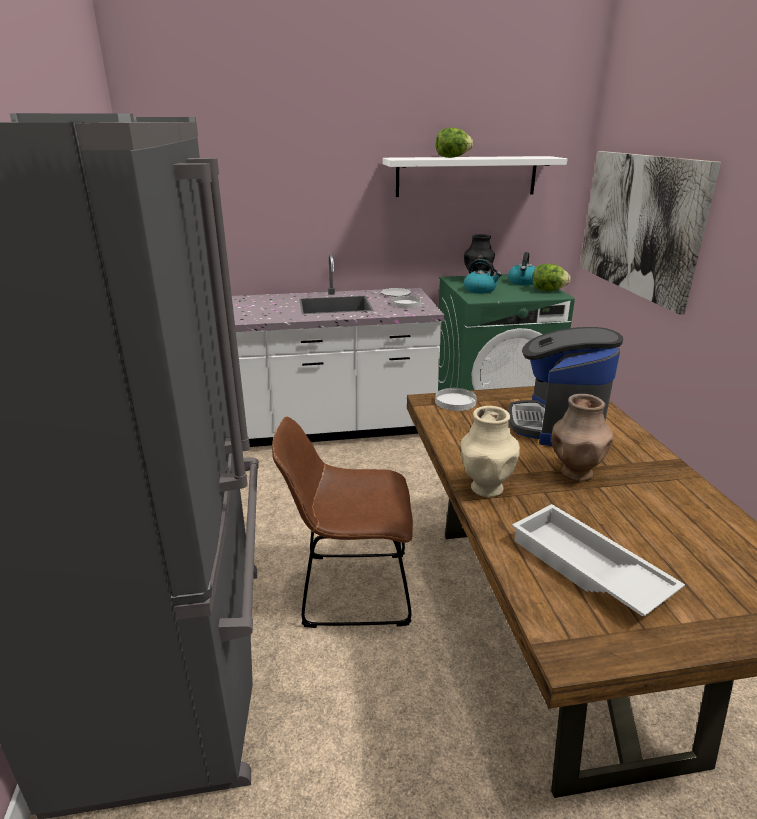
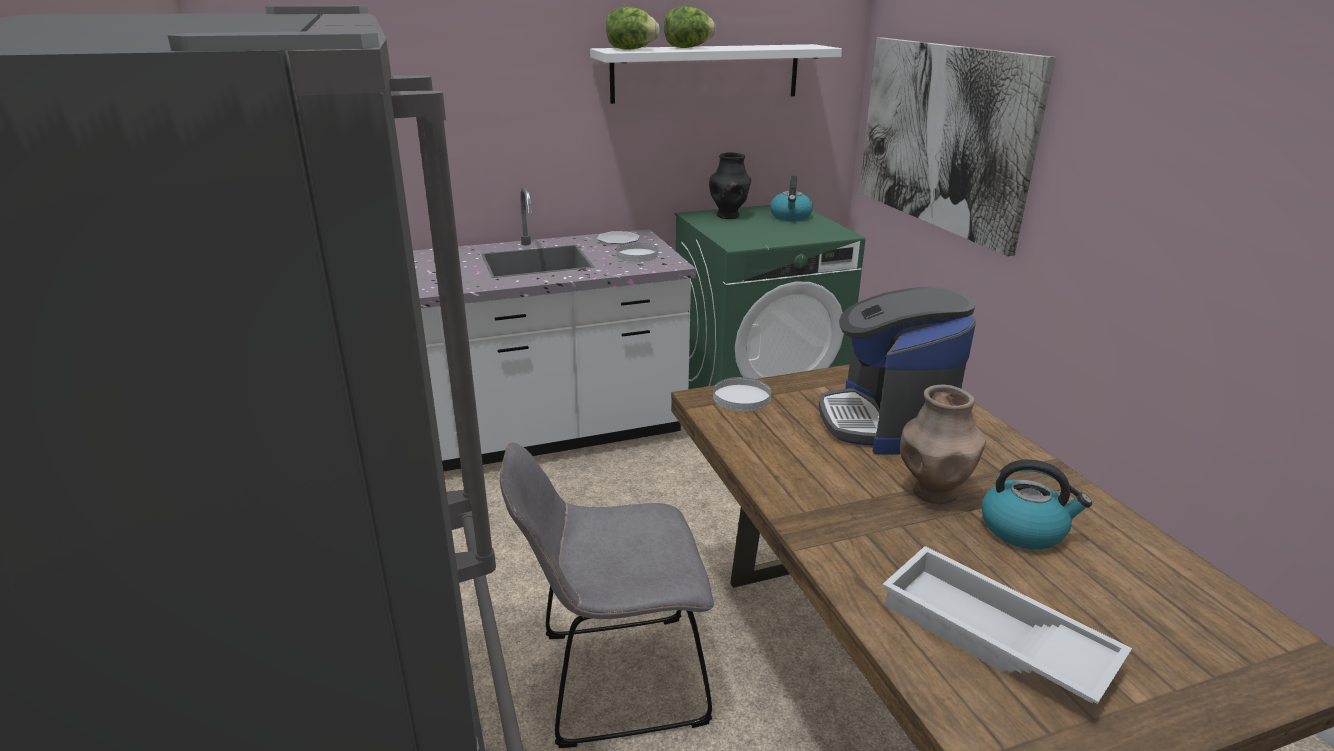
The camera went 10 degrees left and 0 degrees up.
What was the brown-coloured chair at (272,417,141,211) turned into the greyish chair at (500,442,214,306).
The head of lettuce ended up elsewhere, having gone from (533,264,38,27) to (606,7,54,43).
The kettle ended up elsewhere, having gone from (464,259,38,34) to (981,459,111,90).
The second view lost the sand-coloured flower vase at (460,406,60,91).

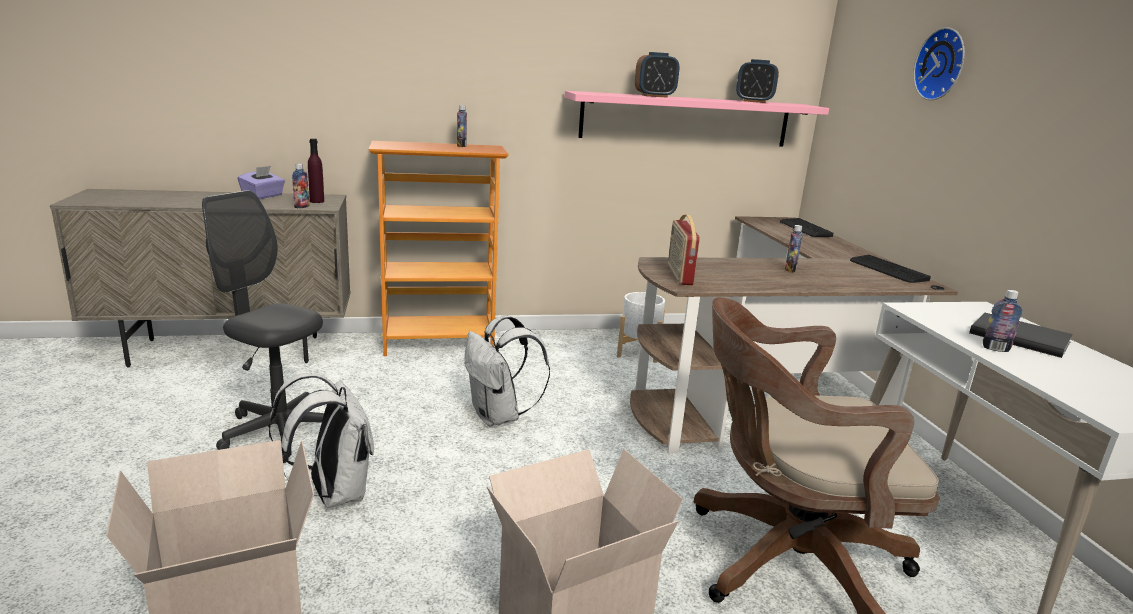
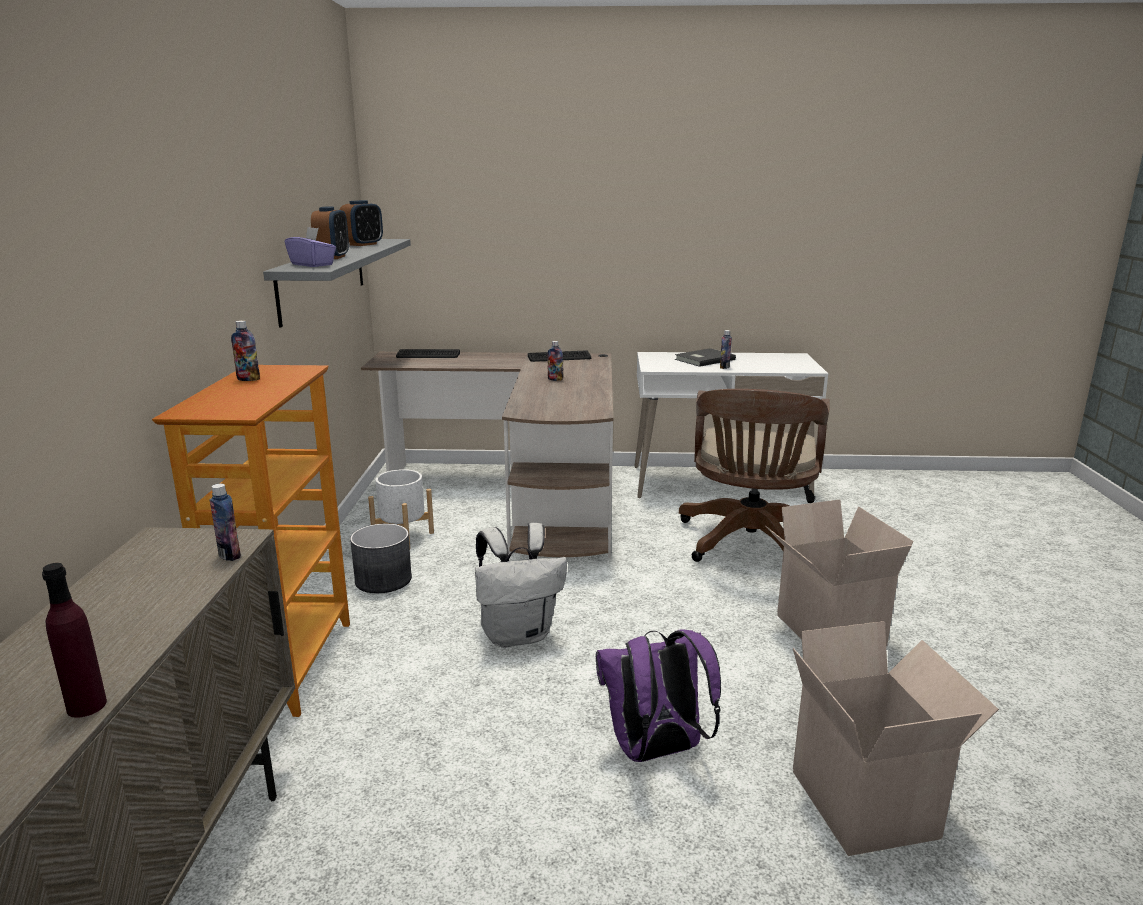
The camera went 75 degrees left and 0 degrees up.
The purple drink bottle ended up elsewhere, having gone from (308,138,16,65) to (42,563,65,155).
What was the pinkish bracket shelf at (565,91,264,56) turned into the greyish bracket shelf at (263,239,148,89).
The purple box of tissues ended up elsewhere, having gone from (238,166,47,33) to (285,227,51,40).
The second view gained the greyish flower pot at (350,524,62,69).
What was the white backpack at (268,373,106,135) turned into the purple backpack at (596,629,125,133).
The second view lost the greyish desk chair at (202,190,122,273).
The second view lost the radio set at (668,215,32,70).
The second view lost the hanging clock at (913,27,52,73).

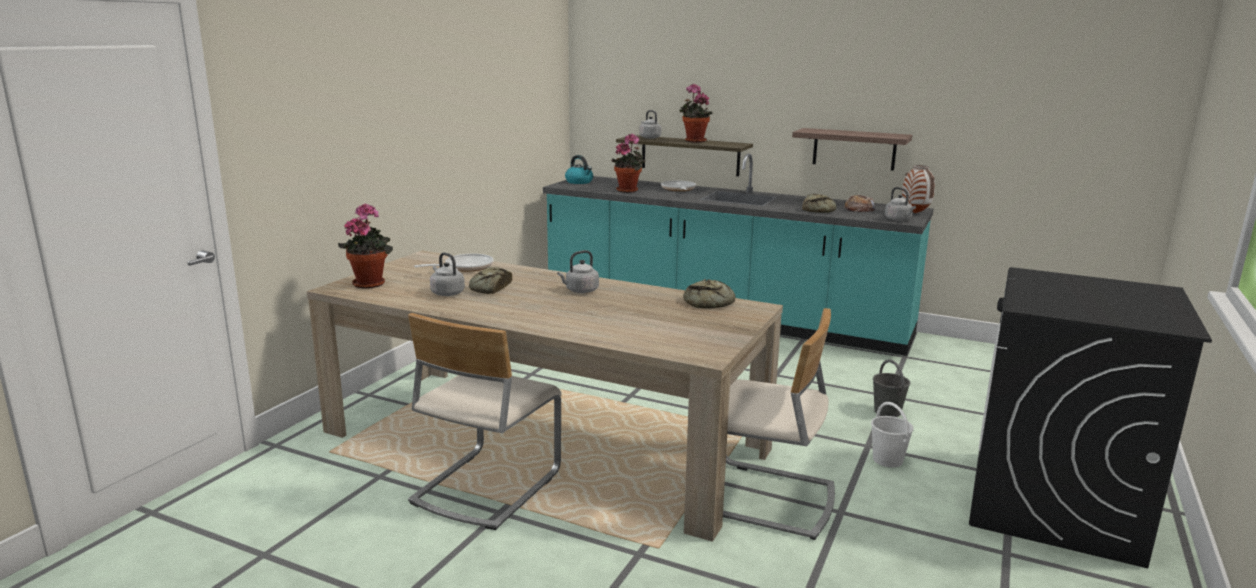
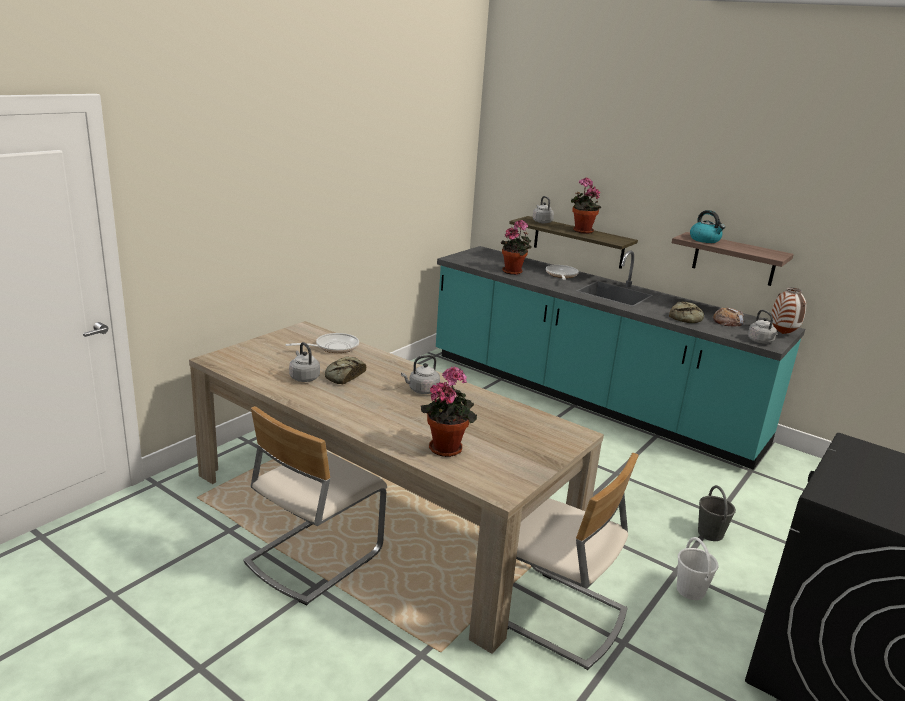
The camera went 10 degrees right and 5 degrees up.
The potted plant ended up elsewhere, having gone from (338,203,55,86) to (421,367,56,90).
The kettle ended up elsewhere, having gone from (565,155,28,29) to (690,210,35,33).
The second view lost the bread at (683,279,52,30).

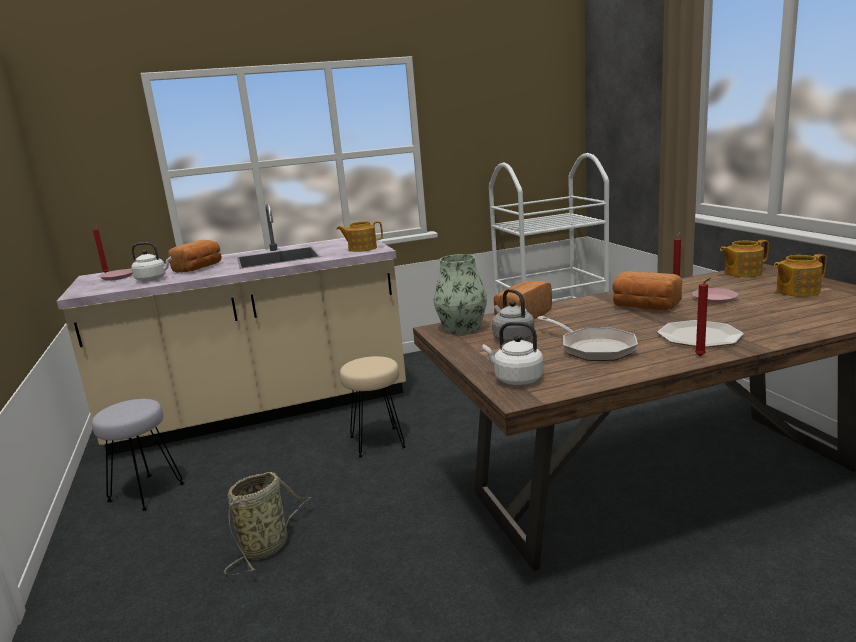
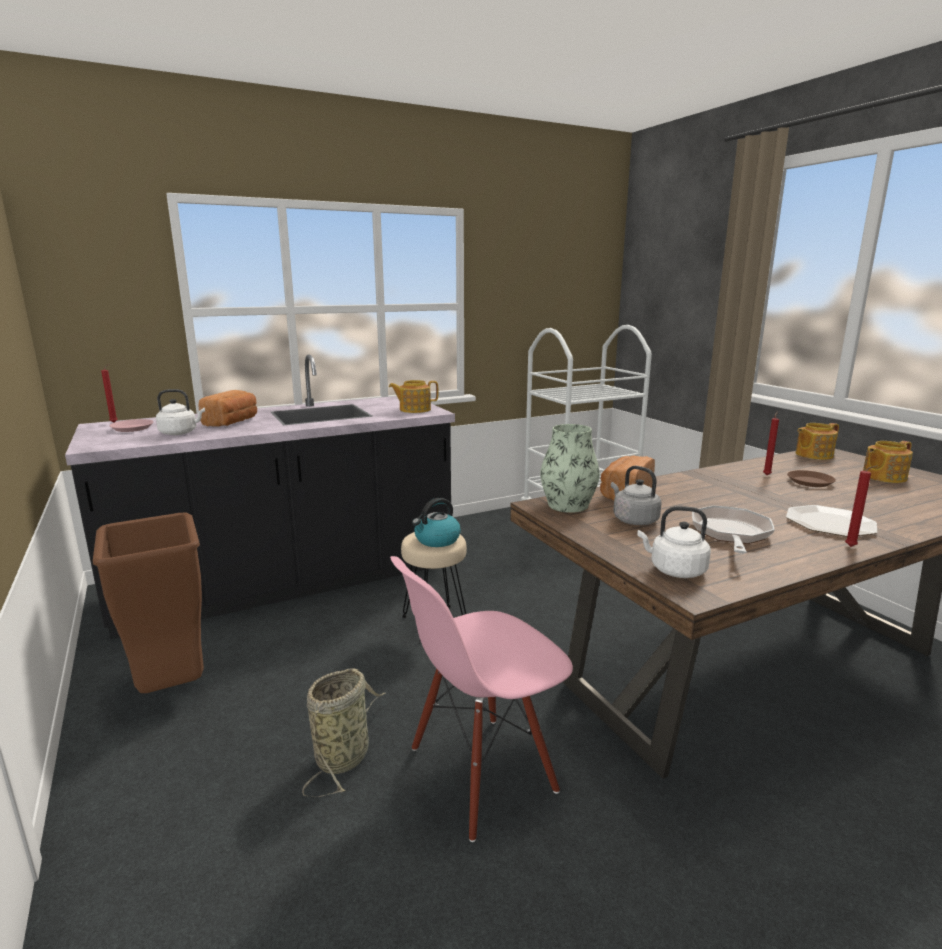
The camera went 10 degrees left and 0 degrees up.
What was the sand-coloured counter at (57,204,349,252) turned into the blackish counter at (65,355,390,284).
Where the greyish stool stood at (92,399,92,112), the brown-coloured waste bin came to stand at (93,512,111,181).
The second view gained the pinkish chair at (390,556,183,286).
The second view gained the kettle at (412,498,49,49).
The frying pan at (537,316,101,45) ended up facing another way, 120 degrees counterclockwise from before.
What was the pinkish flat dish at (692,288,46,16) turned into the brown-coloured flat dish at (787,470,49,17).
The second view lost the bread at (613,271,69,39).

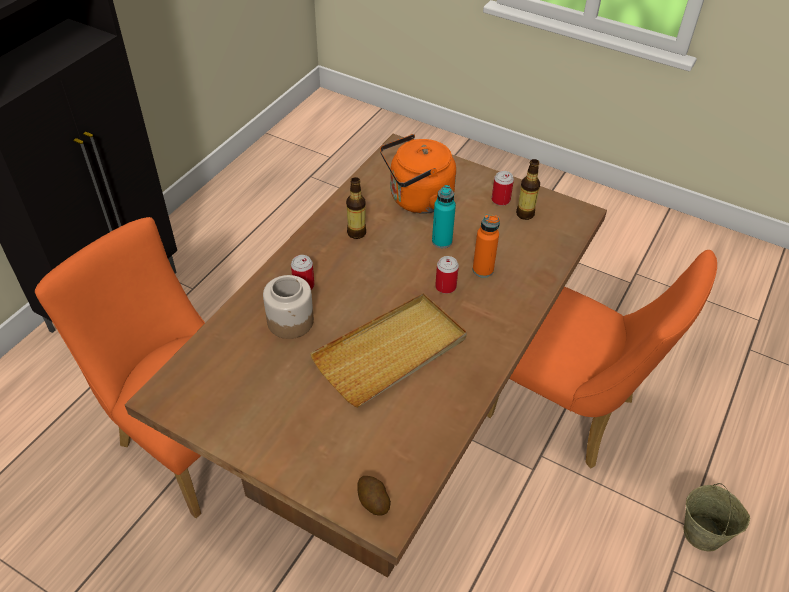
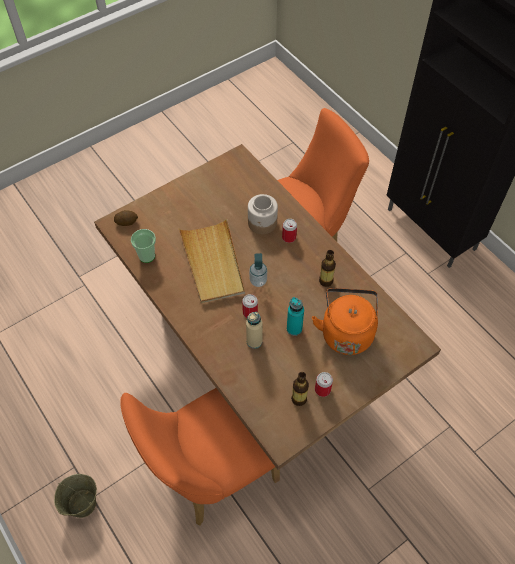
The camera went 115 degrees right and 10 degrees up.
The second view gained the cup at (131,229,25,34).
What was the orange drink bottle at (473,214,27,64) turned into the sand-coloured drink bottle at (246,312,17,37).
The second view gained the soap dispenser at (249,253,18,34).

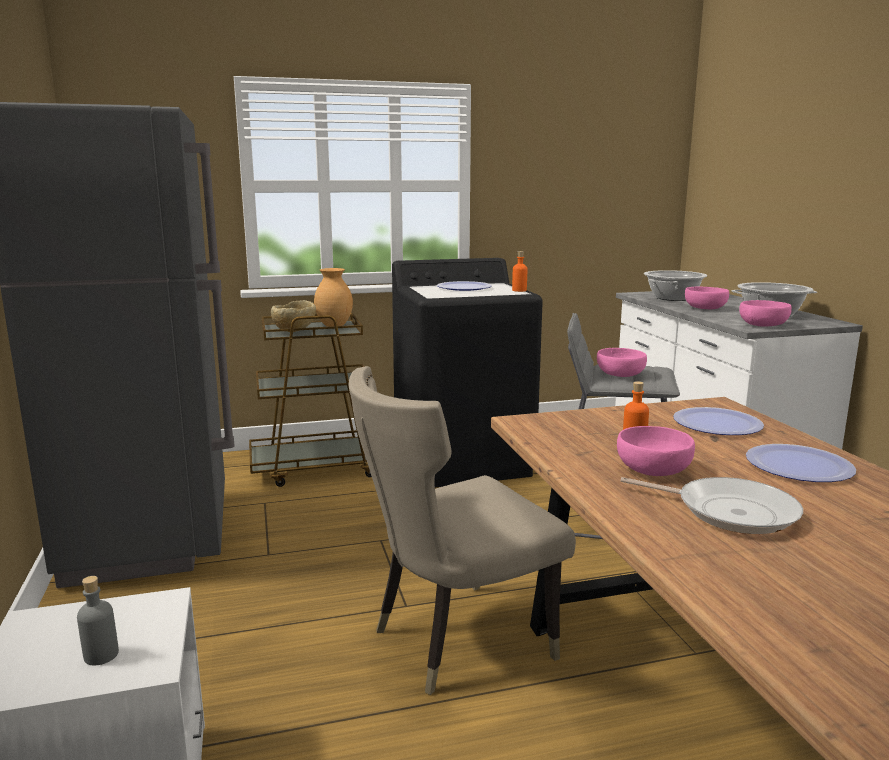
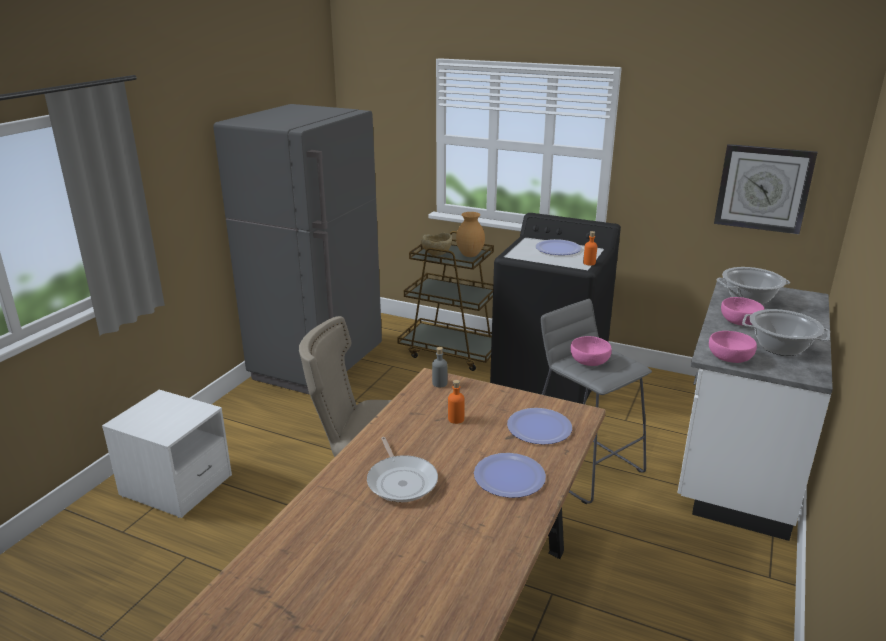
The camera went 40 degrees right and 10 degrees up.
The greyish drink bottle ended up elsewhere, having gone from (77,576,42,89) to (432,347,15,40).
The second view gained the hanging clock at (714,144,104,90).
The second view lost the pinkish serving bowl at (617,426,78,50).

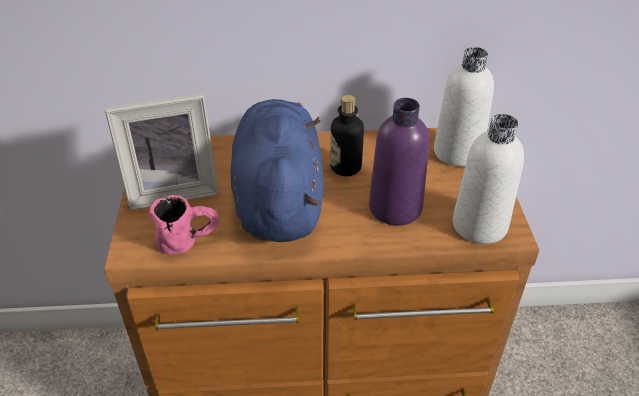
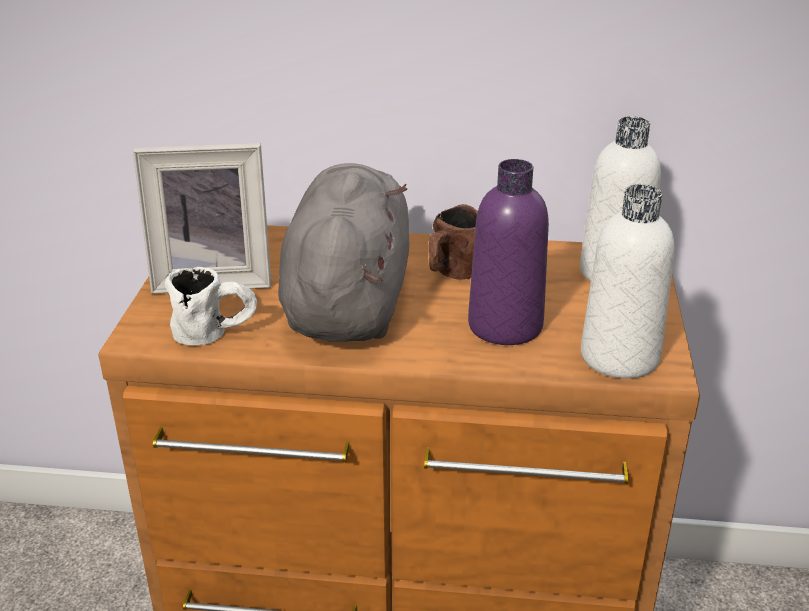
The camera went 10 degrees right and 10 degrees down.
What was the pinkish coffee mug at (149,195,70,59) turned into the white coffee mug at (165,267,92,78).
What was the blue-coloured cuddly toy at (230,99,94,143) turned into the greyish cuddly toy at (278,163,131,179).
Where the drink bottle stood at (330,95,34,81), the brown-coloured coffee mug came to stand at (429,204,49,76).

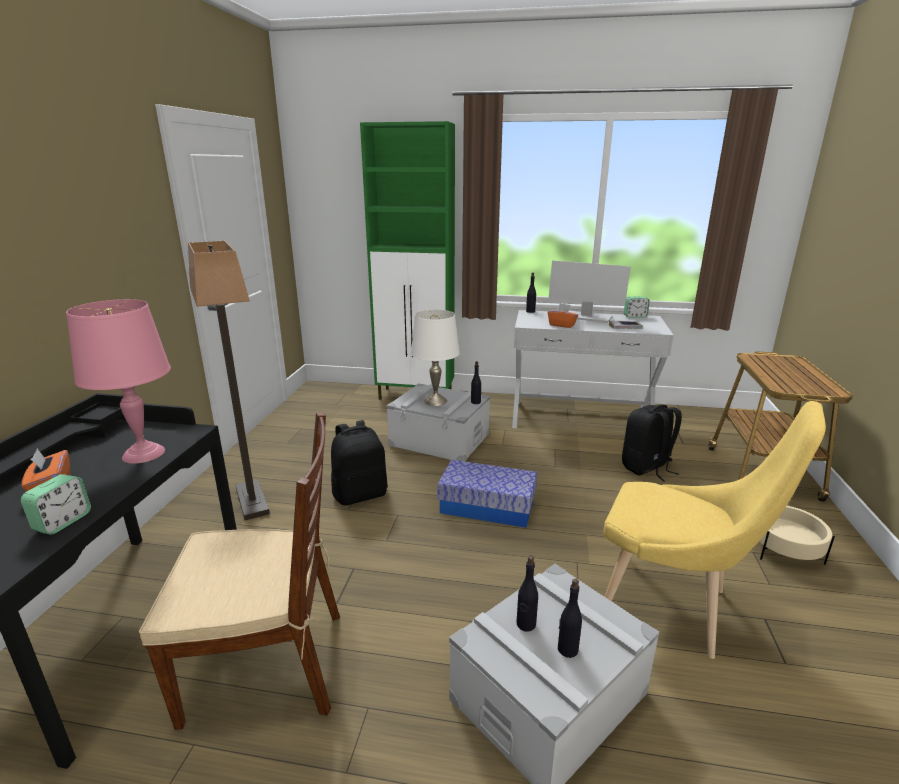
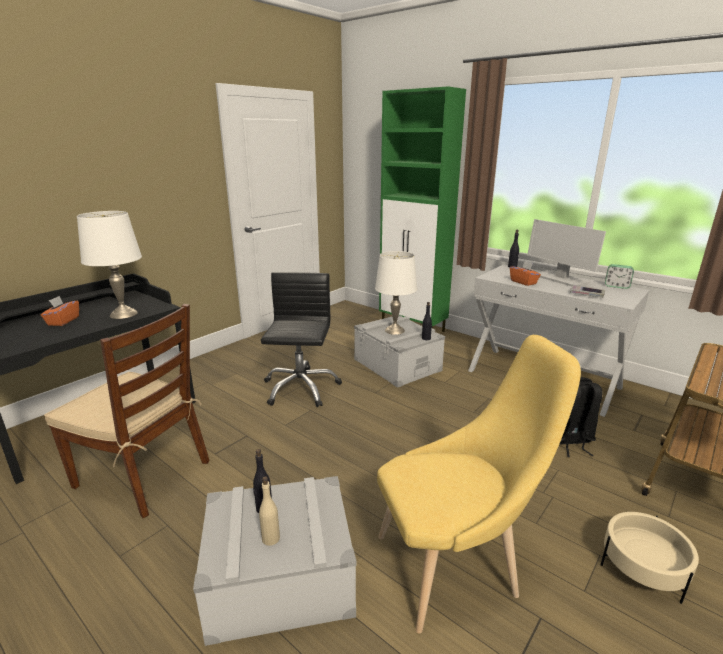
The camera went 30 degrees right and 0 degrees up.
What was the pinkish tabletop lamp at (66,299,105,165) turned into the white tabletop lamp at (77,211,65,108).
What was the blackish drink bottle at (558,579,24,79) turned into the sand-coloured drink bottle at (259,476,21,70).
Where the blackish backpack stood at (331,420,57,85), the blackish desk chair came to stand at (261,272,81,135).
The yellow chair at (603,401,223,258) ended up facing another way, 75 degrees counterclockwise from before.
The second view lost the alarm clock at (21,474,70,61).
The second view lost the standard lamp at (188,241,82,279).
The second view lost the storage container at (437,460,100,68).

